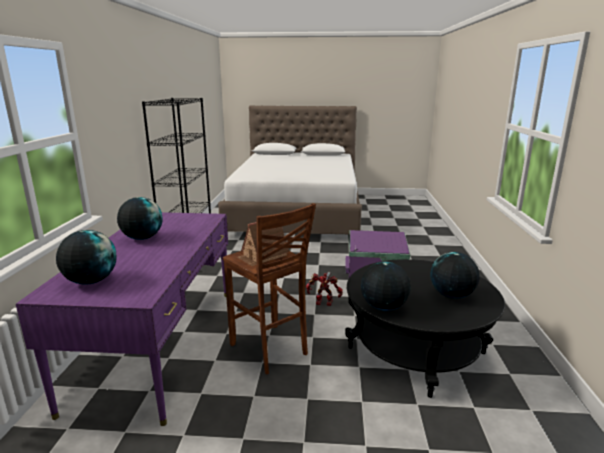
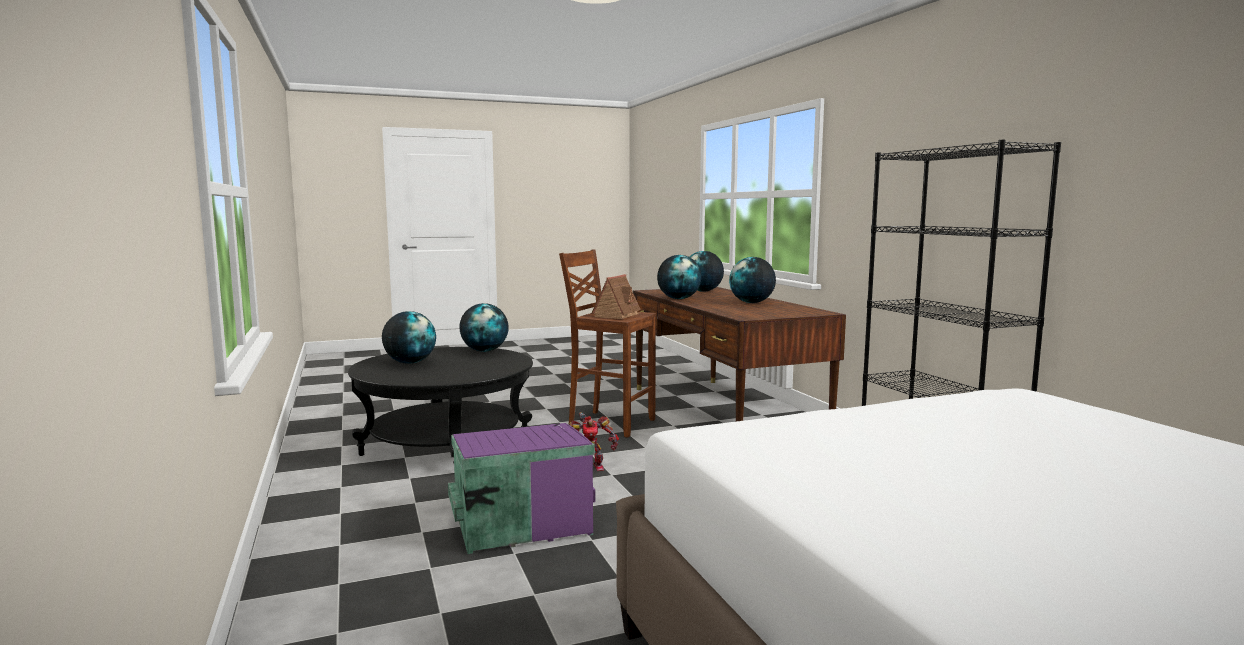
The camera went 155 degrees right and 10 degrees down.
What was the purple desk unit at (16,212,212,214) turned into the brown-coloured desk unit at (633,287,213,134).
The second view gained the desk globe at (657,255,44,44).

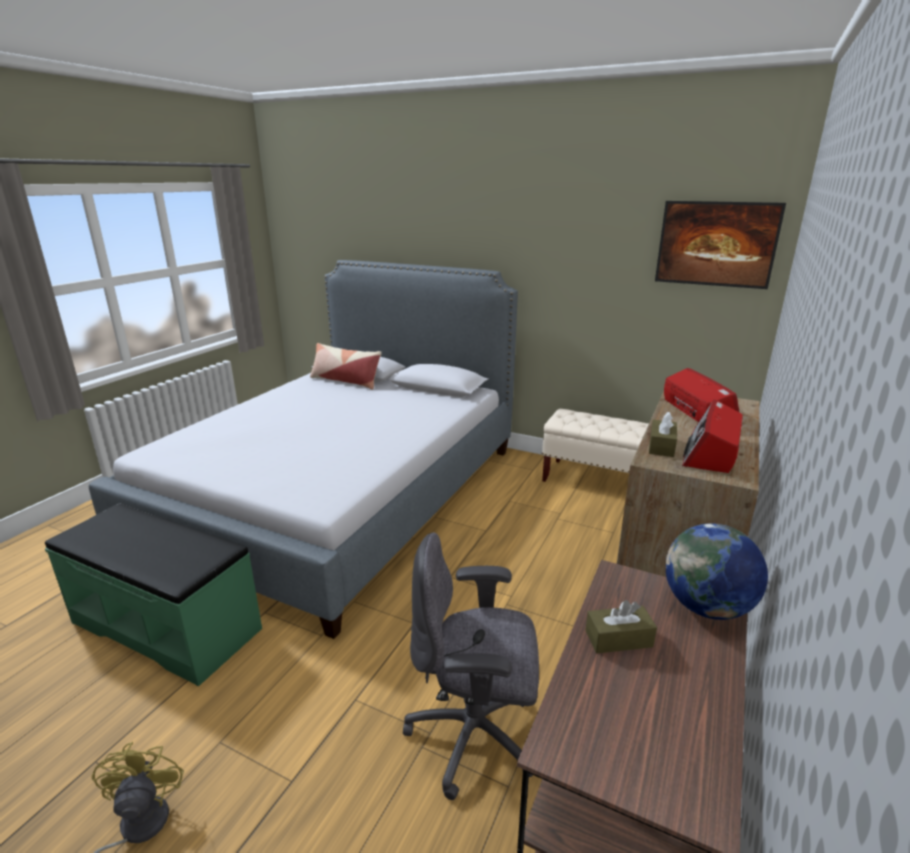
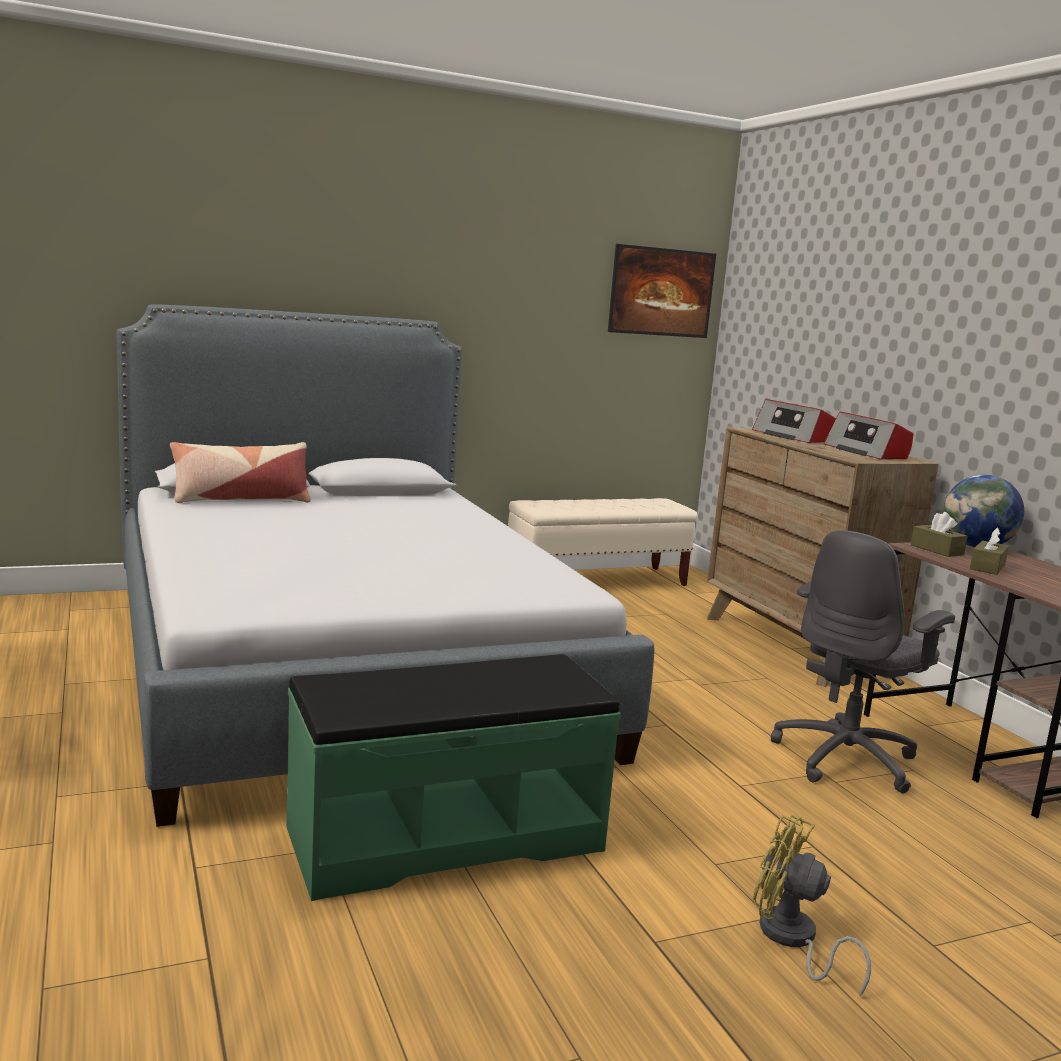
The camera went 50 degrees left and 10 degrees down.
The radio set at (664,368,78,59) ended up facing another way, 150 degrees counterclockwise from before.
The brown-coloured box of tissues ended up elsewhere, having gone from (649,412,28,45) to (911,512,57,45).

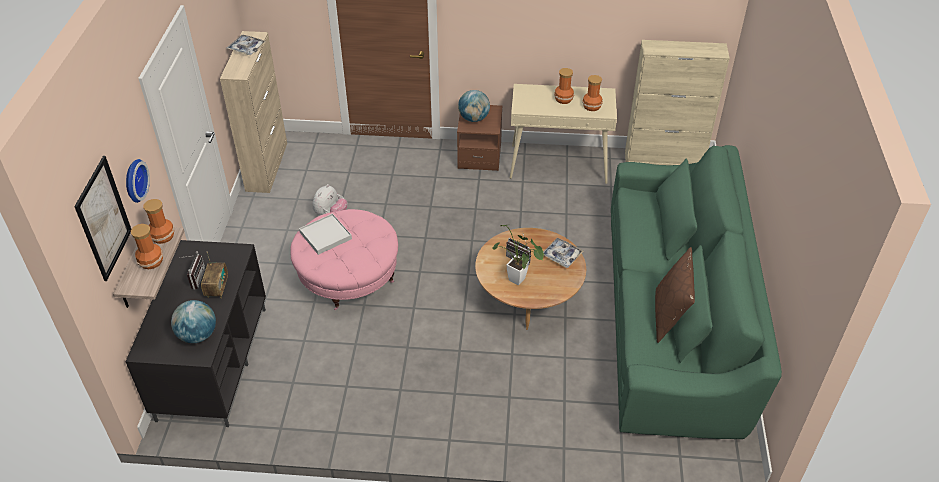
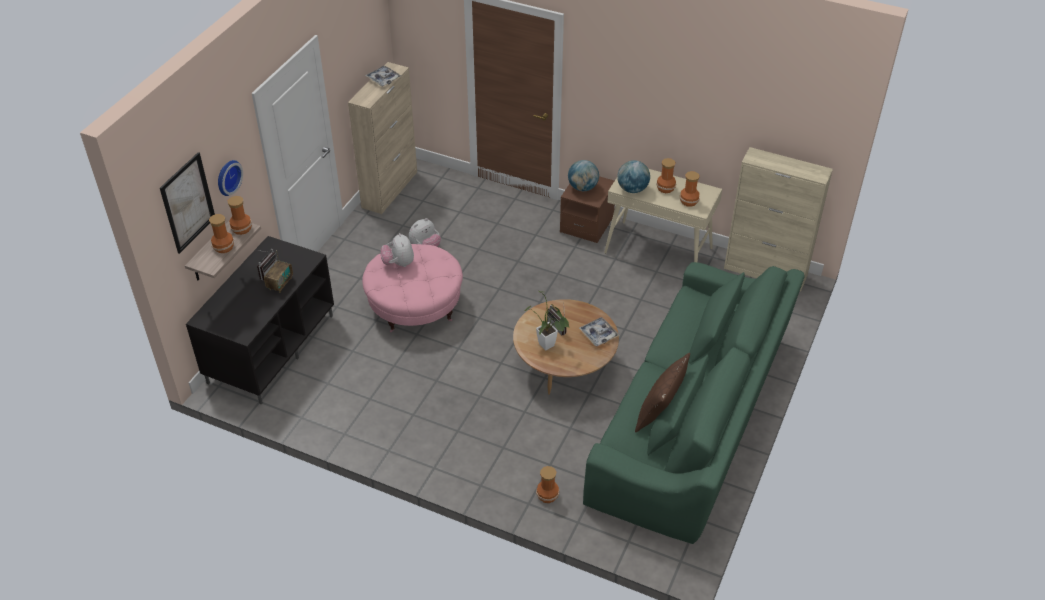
The camera went 20 degrees right and 0 degrees up.
Where the white tray stood at (299,213,53,42), the cuddly toy came to stand at (381,233,33,34).
The second view gained the flower vase at (536,466,23,37).
The desk globe ended up elsewhere, having gone from (171,300,45,43) to (617,160,33,33).

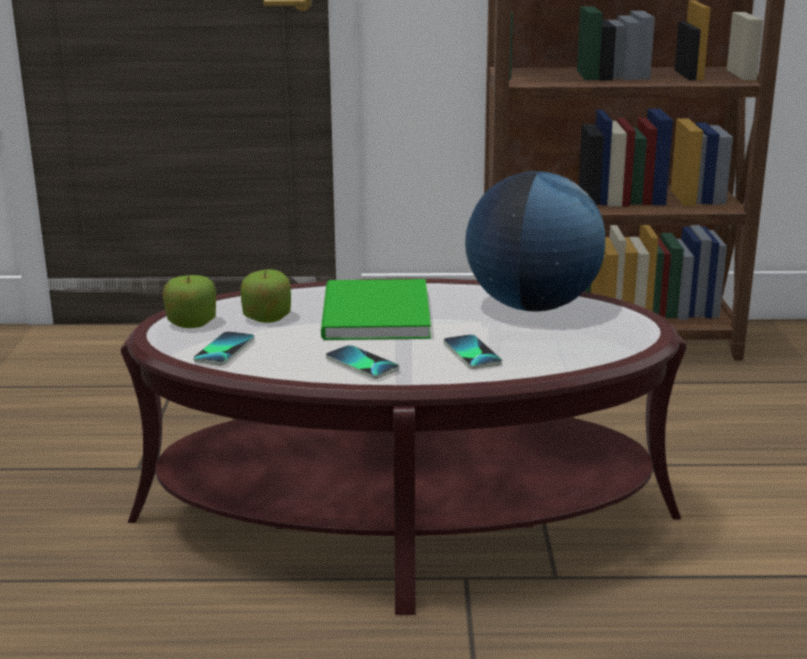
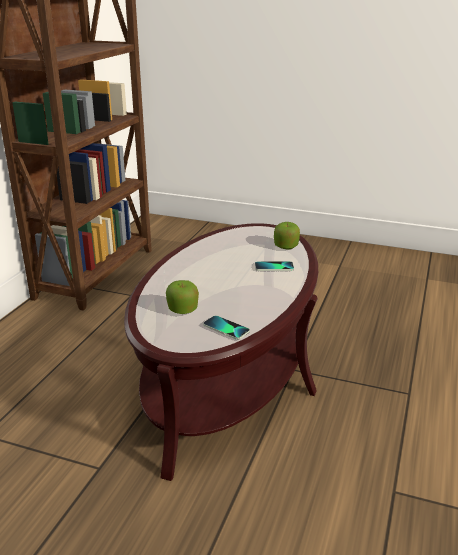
The camera went 70 degrees left and 5 degrees up.
The whole apple ended up elsewhere, having gone from (163,275,53,53) to (274,222,26,27).
The second view lost the green bound book at (321,279,110,61).
The second view lost the handset at (326,345,73,34).
The second view lost the desk globe at (465,171,140,141).

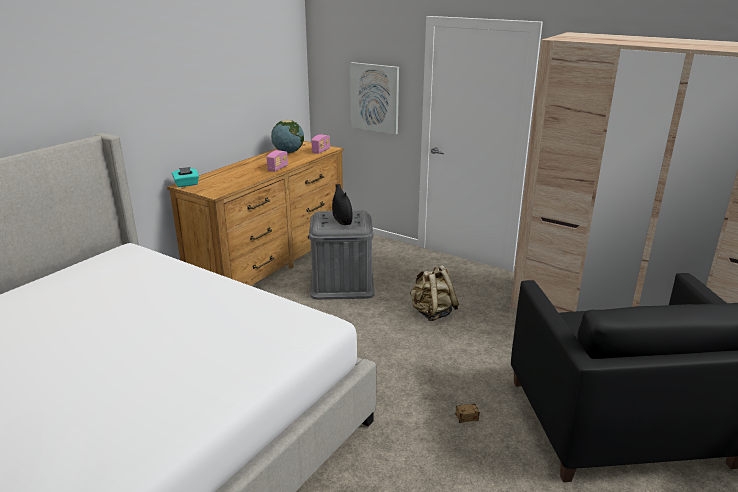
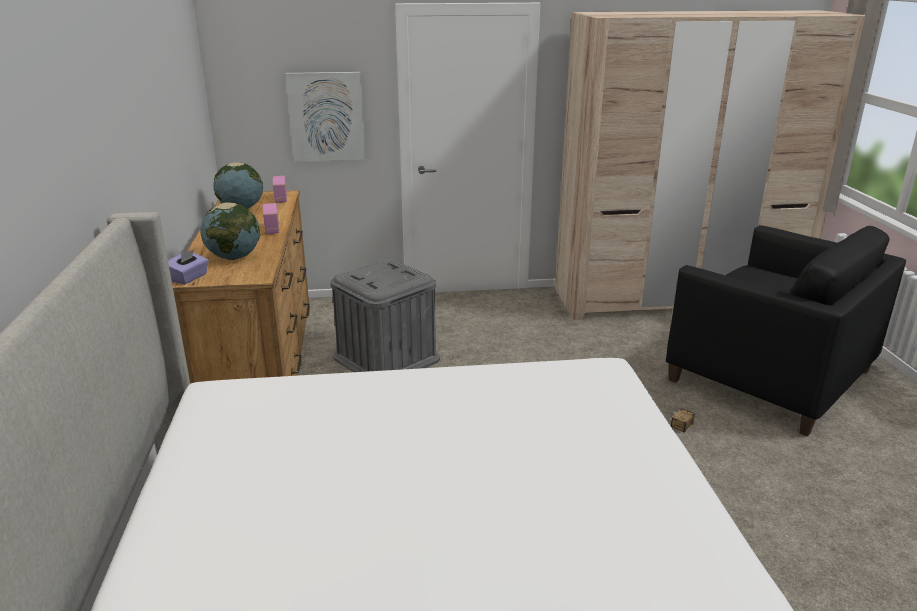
The camera went 40 degrees left and 0 degrees up.
What was the turquoise-coloured box of tissues at (172,167,27,20) turned into the purple box of tissues at (168,249,41,35).
The second view gained the desk globe at (200,202,60,58).
The second view lost the blackish flower vase at (332,184,20,41).
The second view lost the sand-coloured backpack at (410,265,49,56).

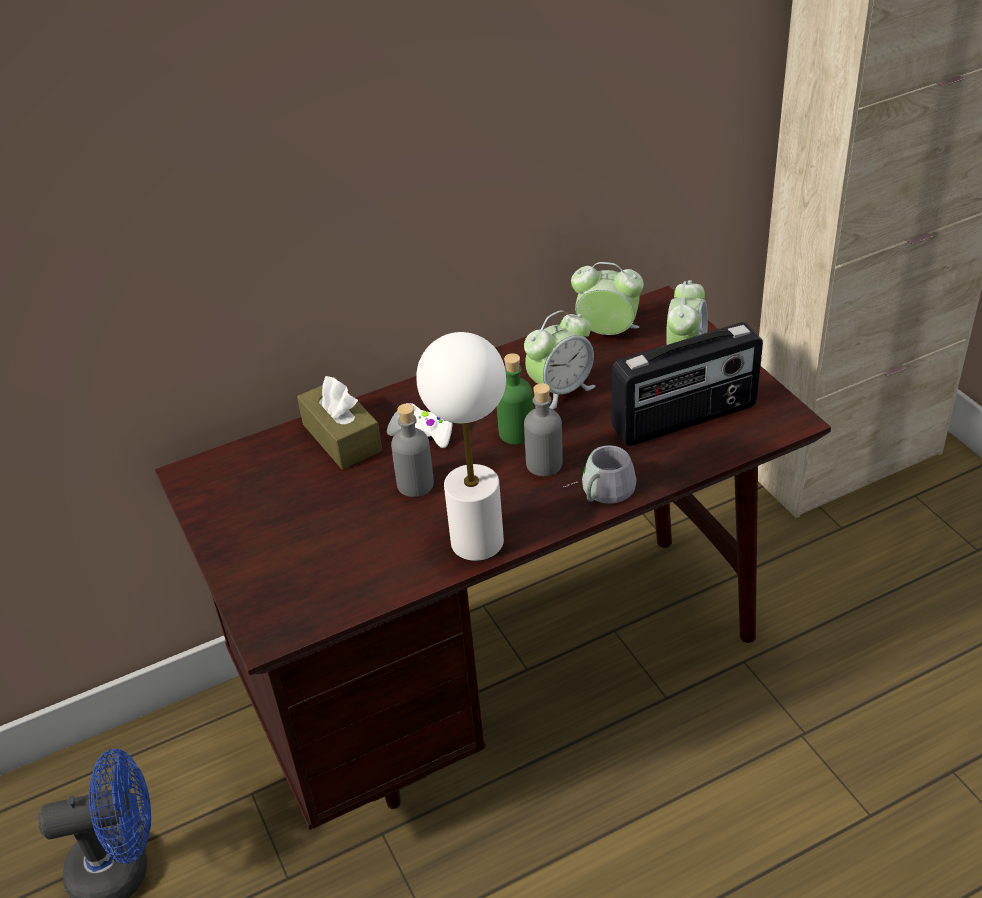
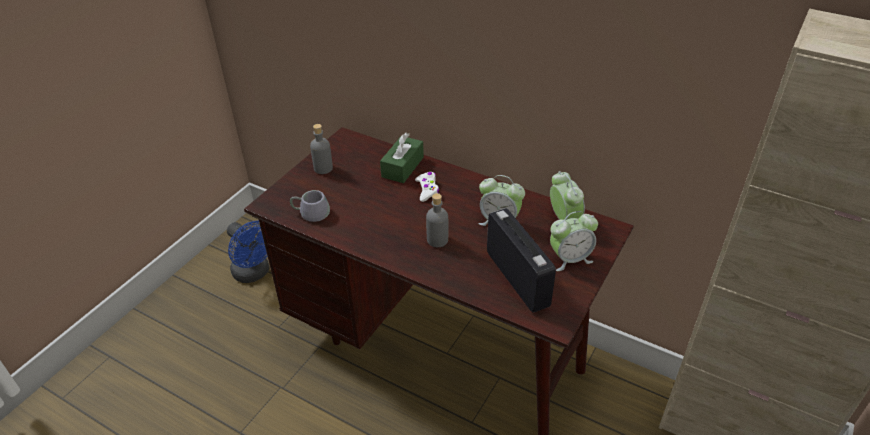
The camera went 55 degrees right and 0 degrees up.
The greyish coffee mug ended up elsewhere, having gone from (563,445,73,59) to (290,190,40,32).
The greyish drink bottle ended up elsewhere, having gone from (391,404,43,93) to (310,124,23,50).
What was the brown-coloured box of tissues at (297,376,85,93) turned into the green box of tissues at (380,133,44,50).
The radio set at (612,322,151,124) ended up facing another way, 150 degrees counterclockwise from before.
The second view lost the white tabletop lamp at (416,332,90,229).
The second view lost the green drink bottle at (497,353,36,92).

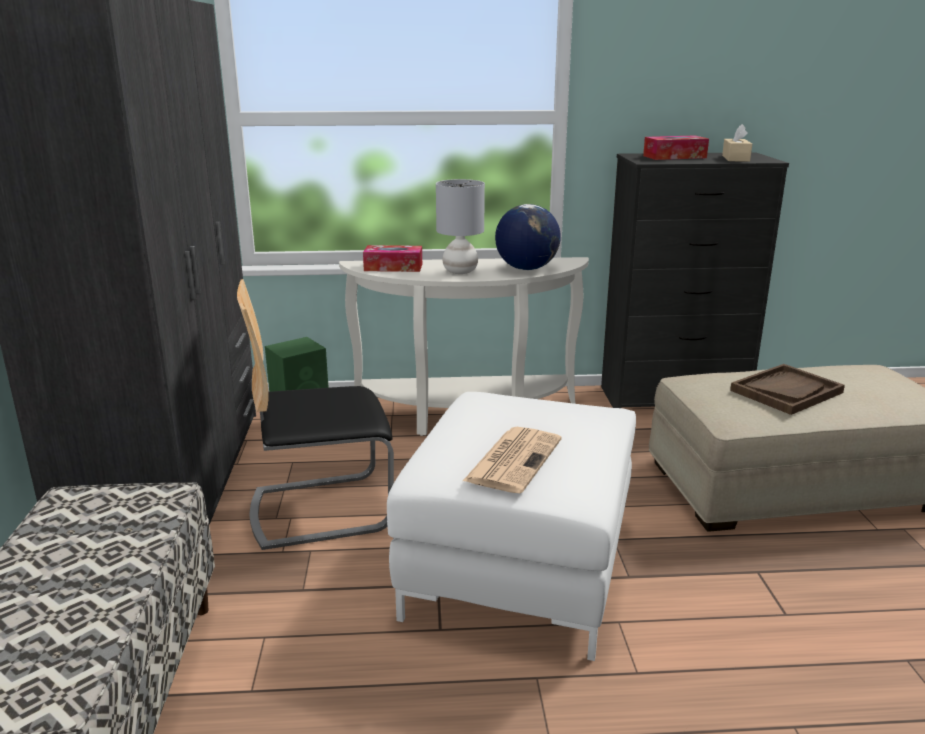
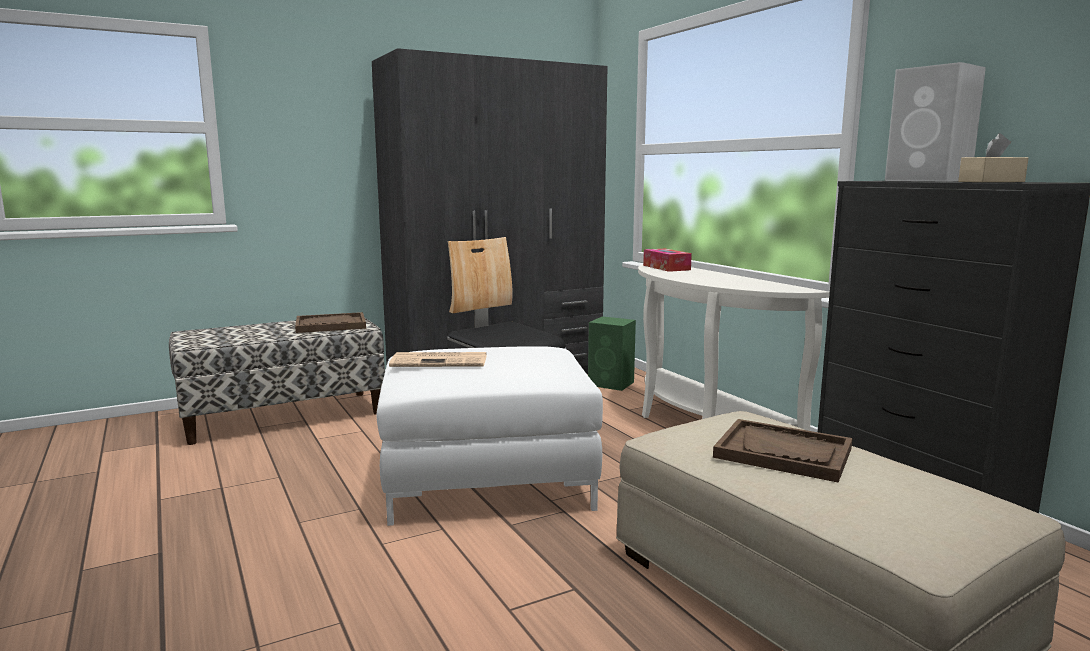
The camera went 65 degrees right and 10 degrees down.
The second view gained the brown-coloured tray at (295,312,71,21).
Where the box of tissues stood at (643,135,66,25), the white speaker came to stand at (885,62,101,119).
The second view lost the greyish tabletop lamp at (436,179,49,95).
The second view lost the desk globe at (495,204,66,66).

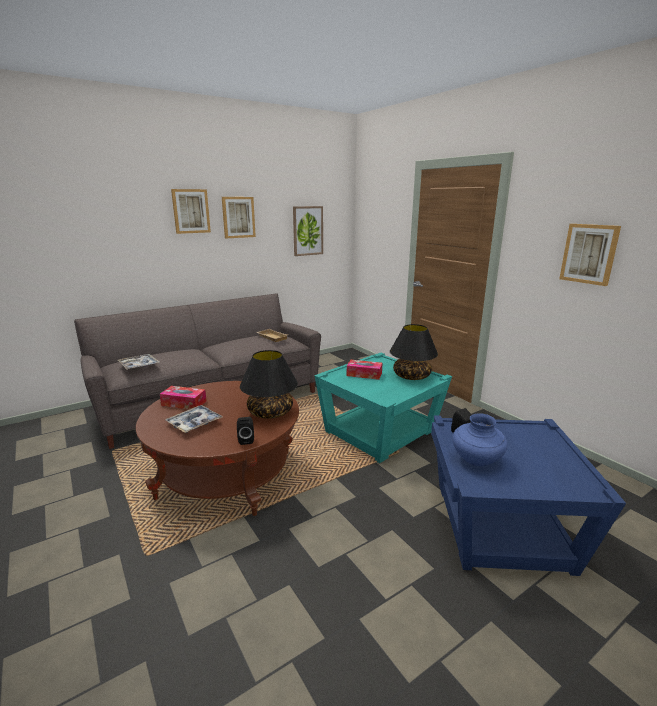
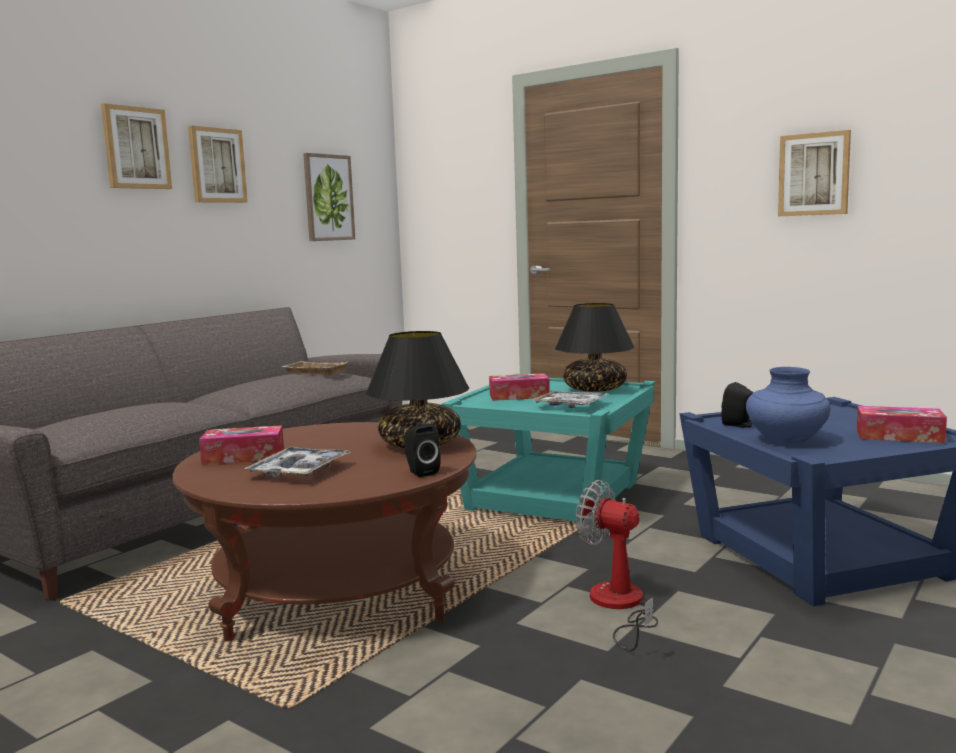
The camera went 20 degrees left and 10 degrees down.
The tray ended up elsewhere, having gone from (118,354,42,16) to (532,391,77,17).
The second view gained the electric fan at (576,480,82,171).
The second view gained the box of tissues at (857,406,90,37).

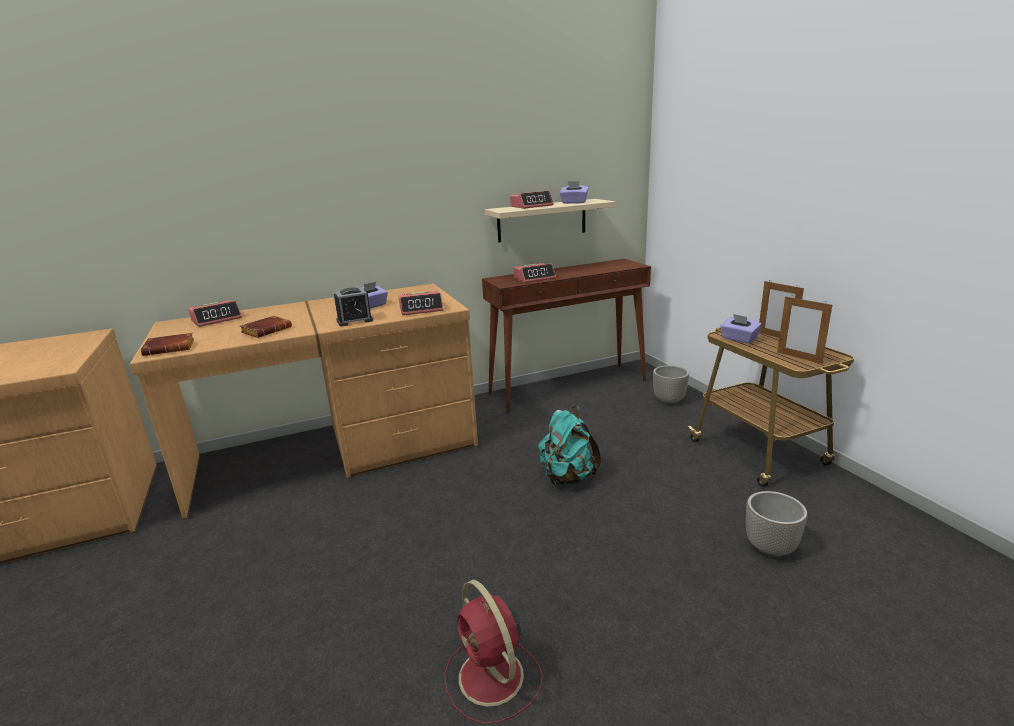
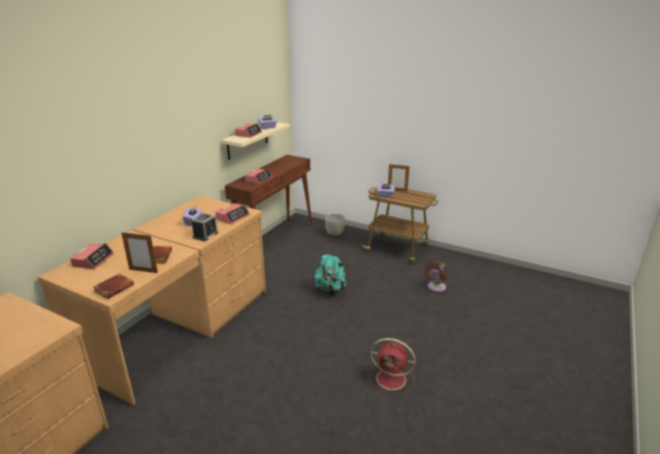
The camera went 40 degrees left and 5 degrees up.
The standing frame ended up elsewhere, having gone from (777,296,55,68) to (121,231,37,42).
Where the greyish flower pot stood at (746,491,61,66), the brown-coloured electric fan came to stand at (424,261,24,31).

